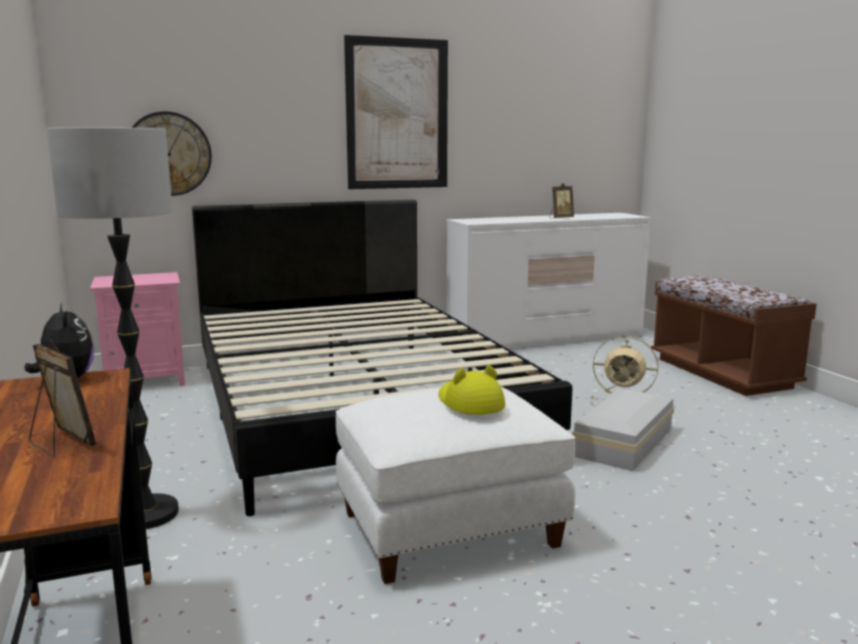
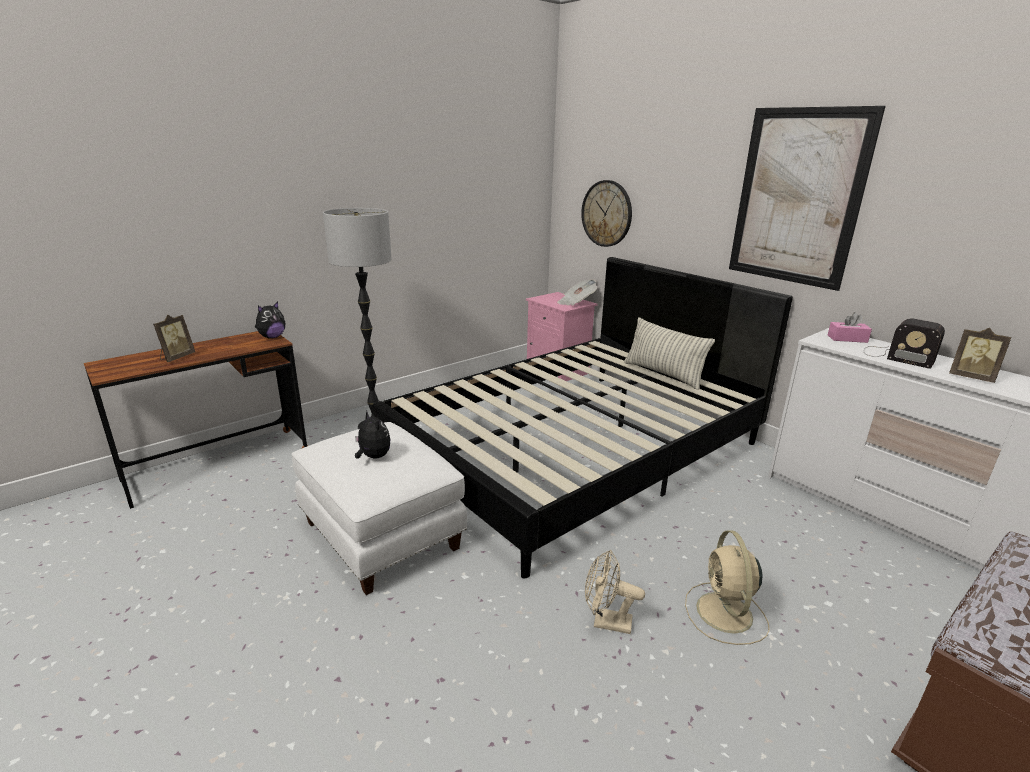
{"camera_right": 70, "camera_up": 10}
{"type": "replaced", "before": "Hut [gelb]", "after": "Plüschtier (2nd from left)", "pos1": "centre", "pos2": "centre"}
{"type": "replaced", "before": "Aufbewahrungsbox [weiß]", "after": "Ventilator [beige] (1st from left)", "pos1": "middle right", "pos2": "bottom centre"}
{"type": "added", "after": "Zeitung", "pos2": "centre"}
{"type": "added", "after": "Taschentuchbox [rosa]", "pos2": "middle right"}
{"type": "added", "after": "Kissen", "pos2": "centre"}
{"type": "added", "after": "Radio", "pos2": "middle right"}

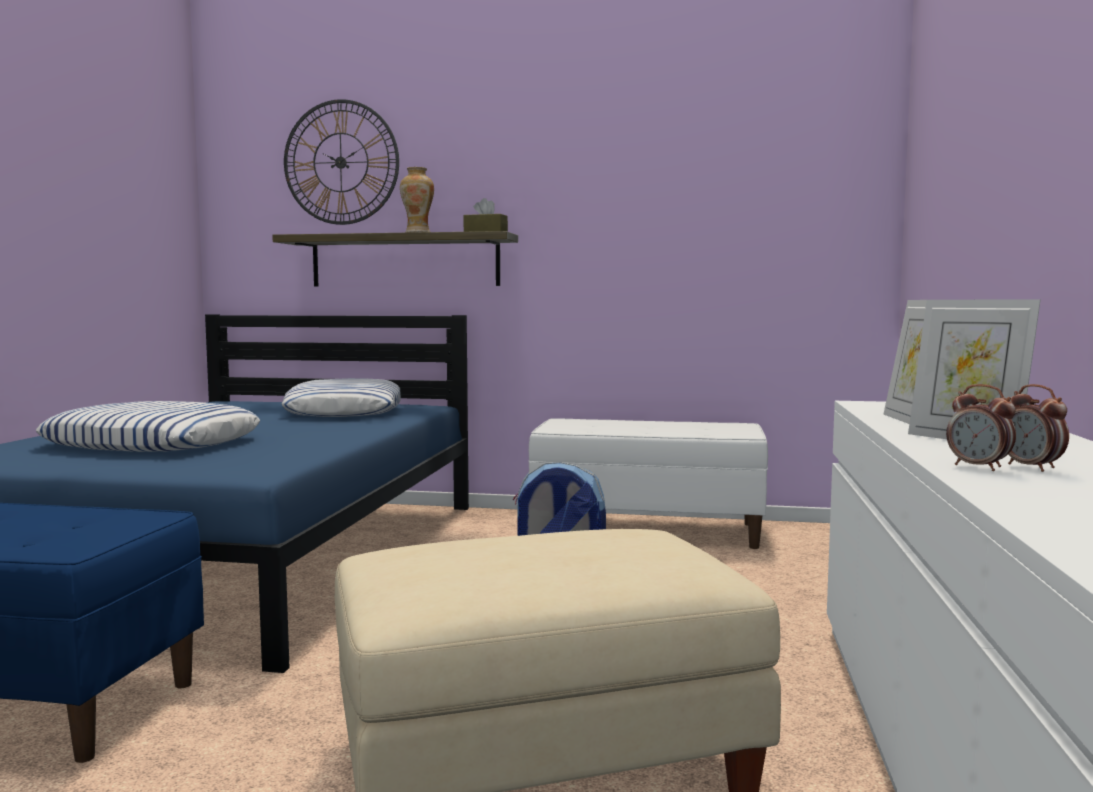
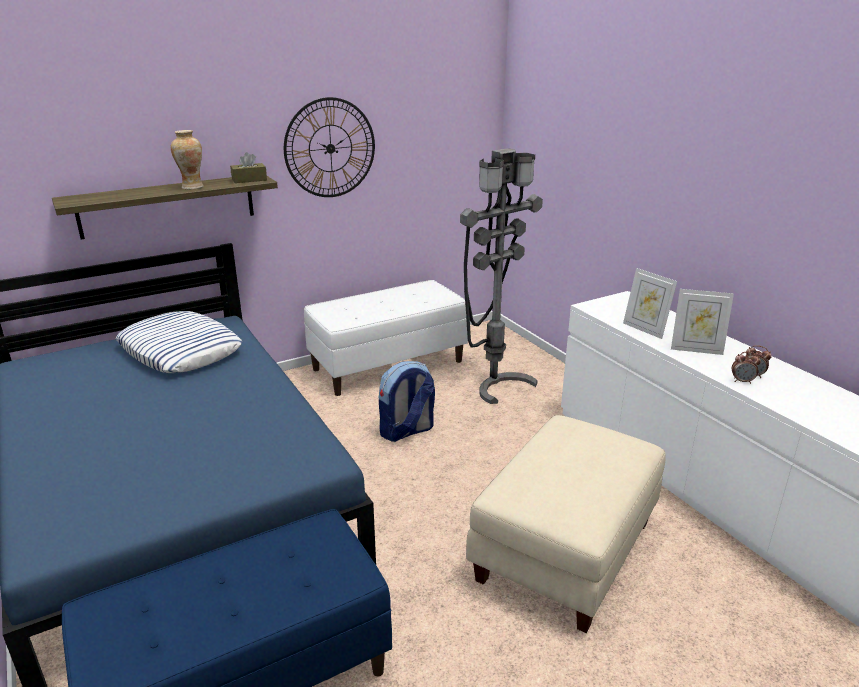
{"camera_right": -40, "camera_up": 20}
{"type": "moved", "before": "Wanduhr", "pos1": "top left", "pos2": "top centre"}
{"type": "removed", "before": "Kissen (1st from left)", "pos1": "middle left"}
{"type": "added", "after": "Stehlampe [grau]", "pos2": "centre"}

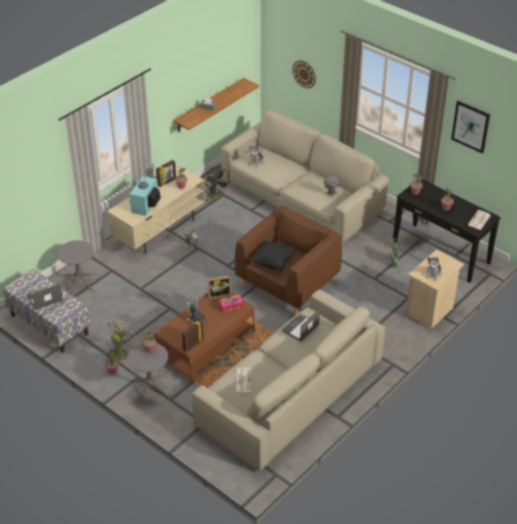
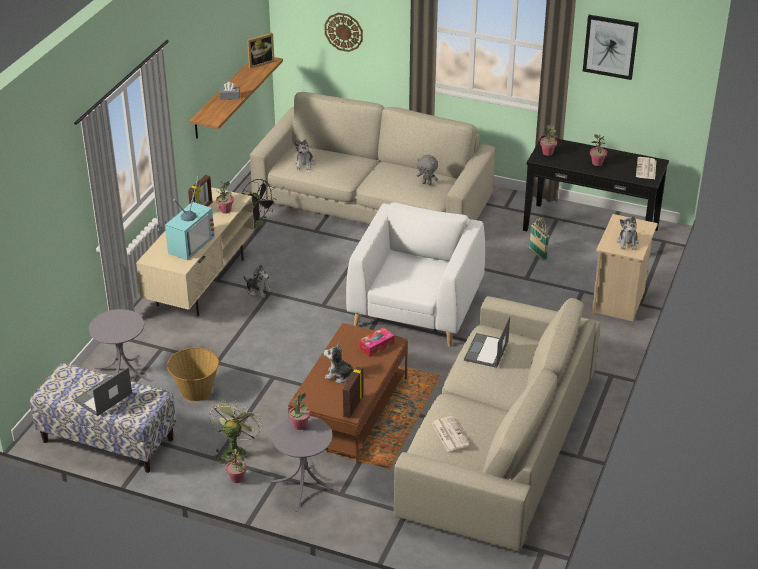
{"camera_right": -20, "camera_up": -5}
{"type": "turned", "before": "Fernseher", "pos1": "middle left", "pos2": "middle left", "turn": -150}
{"type": "recoloured", "before": "Sessel [braun]", "after": "Sessel [weiß]", "pos1": "centre", "pos2": "centre"}
{"type": "removed", "before": "Kissen [schwarz]", "pos1": "centre"}
{"type": "moved", "before": "Bilderrahmen (3rd from left in the first image)", "after": "Bilderrahmen (2nd from left)", "pos1": "centre", "pos2": "top centre"}
{"type": "added", "after": "Korb (1st from left)", "pos2": "middle left"}

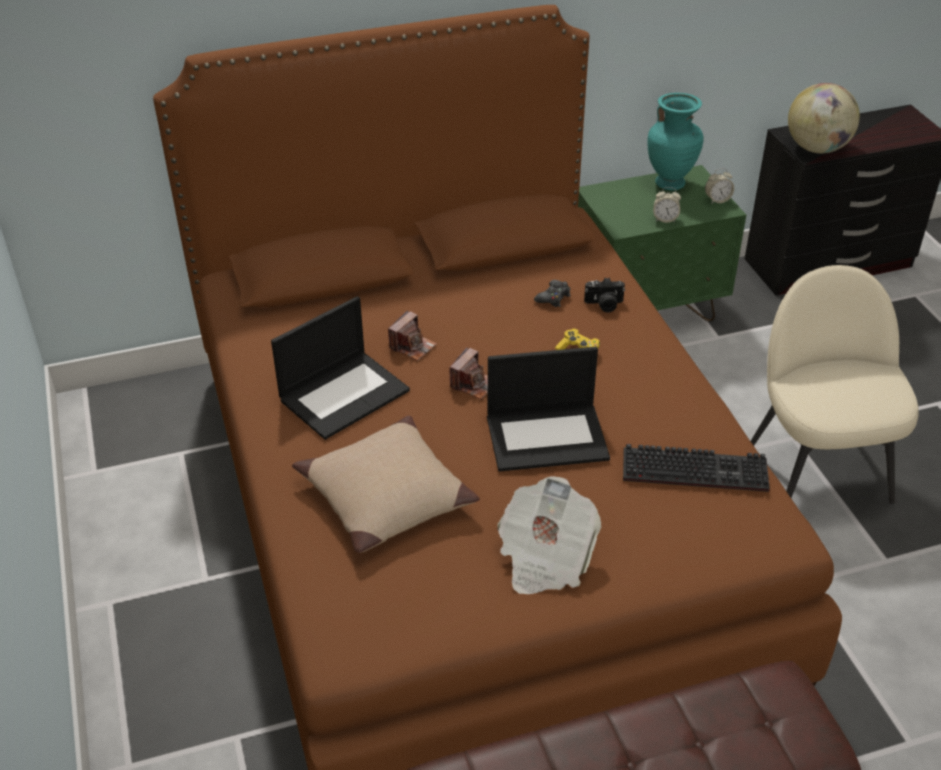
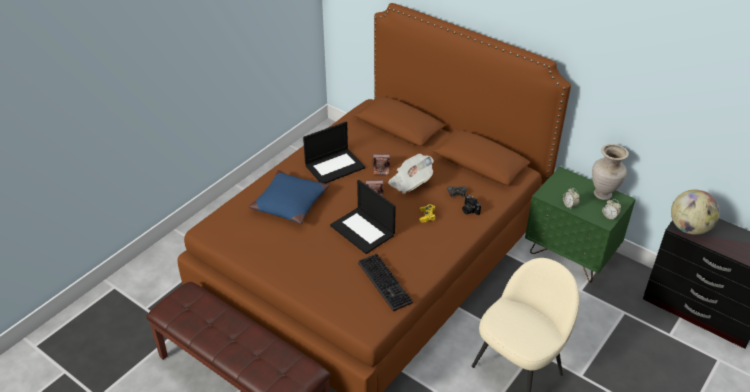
{"camera_right": 55, "camera_up": 0}
{"type": "recoloured", "before": "Vase [türkis]", "after": "Vase [beige]", "pos1": "top right", "pos2": "middle right"}
{"type": "turned", "before": "Laptop (1st from left)", "pos1": "centre", "pos2": "centre", "turn": -45}
{"type": "recoloured", "before": "Kissen [beige]", "after": "Kissen [blau]", "pos1": "centre", "pos2": "centre"}
{"type": "moved", "before": "Zeitung", "pos1": "bottom centre", "pos2": "centre"}

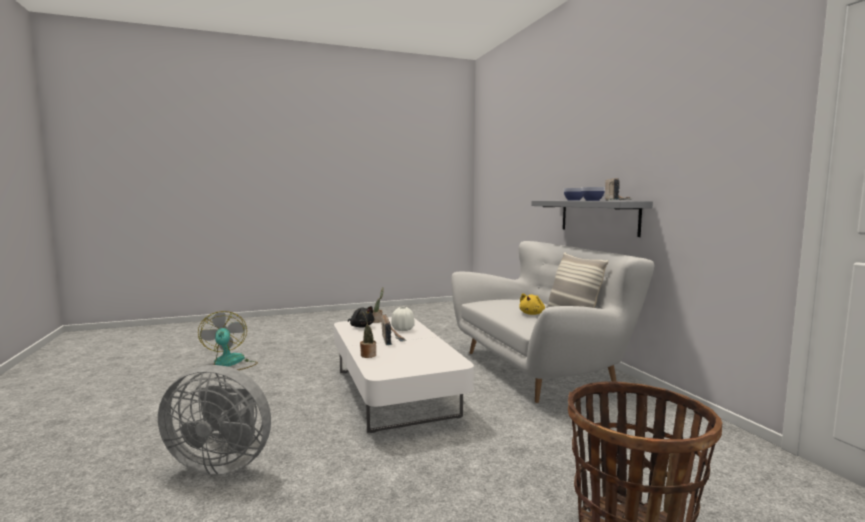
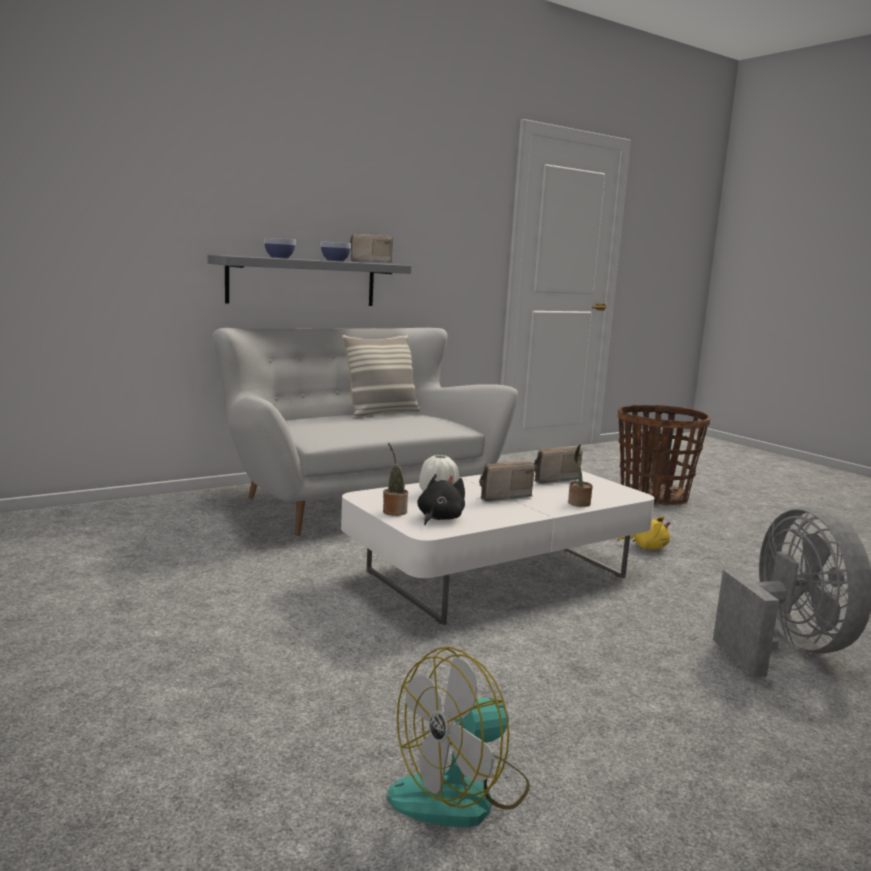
{"camera_right": -105, "camera_up": 5}
{"type": "moved", "before": "Plüschtier [gelb]", "pos1": "centre", "pos2": "middle right"}
{"type": "added", "after": "Radio (3rd from left)", "pos2": "centre"}

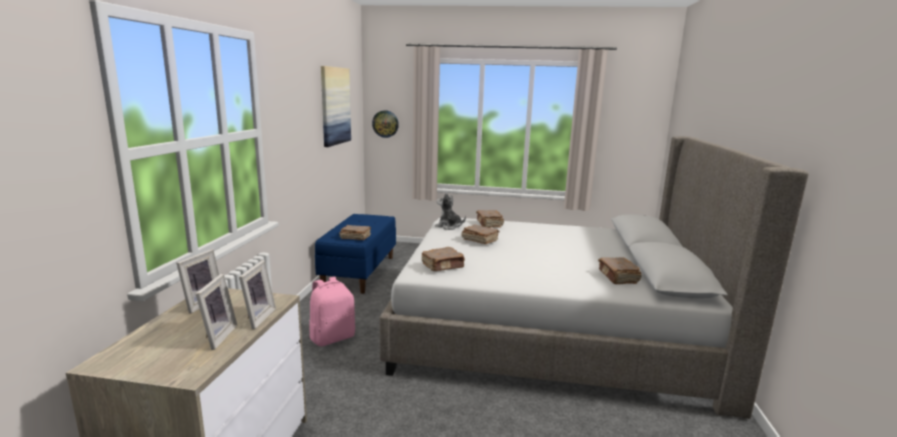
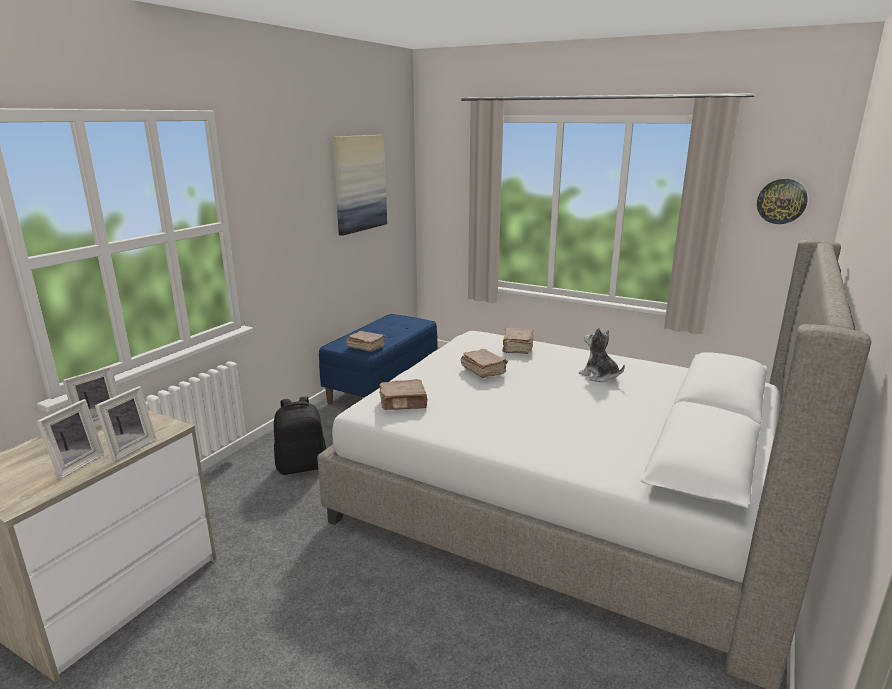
{"camera_right": 20, "camera_up": 5}
{"type": "moved", "before": "Wanduhr", "pos1": "top centre", "pos2": "top right"}
{"type": "moved", "before": "Plüschtier", "pos1": "centre", "pos2": "middle right"}
{"type": "removed", "before": "Buch [braun] (5th from left)", "pos1": "middle right"}
{"type": "recoloured", "before": "Rucksack [rosa]", "after": "Rucksack [schwarz]", "pos1": "bottom centre", "pos2": "centre"}

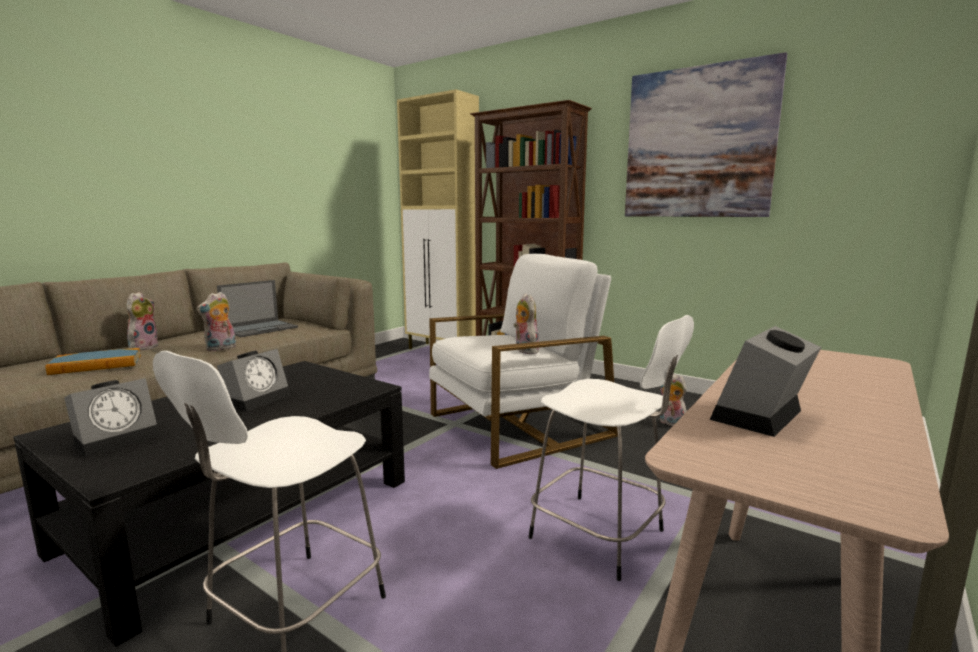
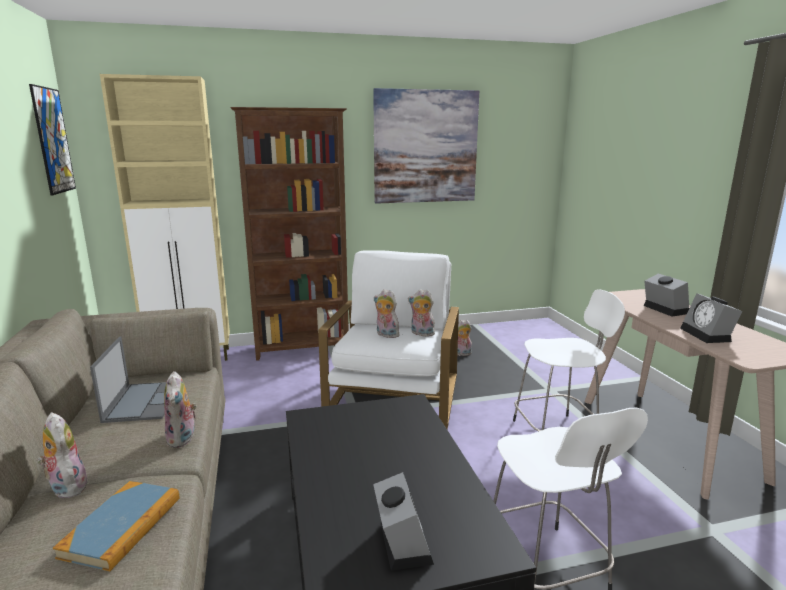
{"camera_right": -50, "camera_up": 5}
{"type": "moved", "before": "Wecker (2nd from left)", "pos1": "middle left", "pos2": "middle right"}
{"type": "added", "after": "Bild (1st from left)", "pos2": "top left"}
{"type": "added", "after": "Plüschtier (3rd from left)", "pos2": "centre"}

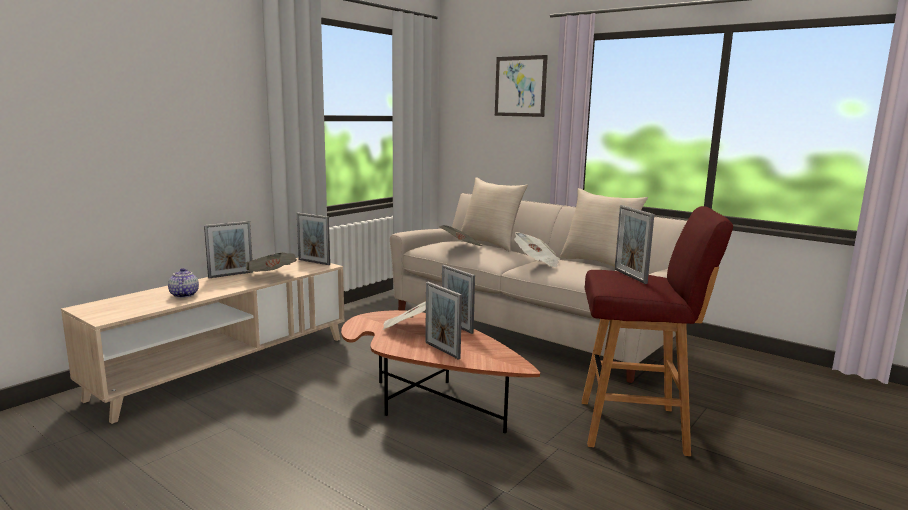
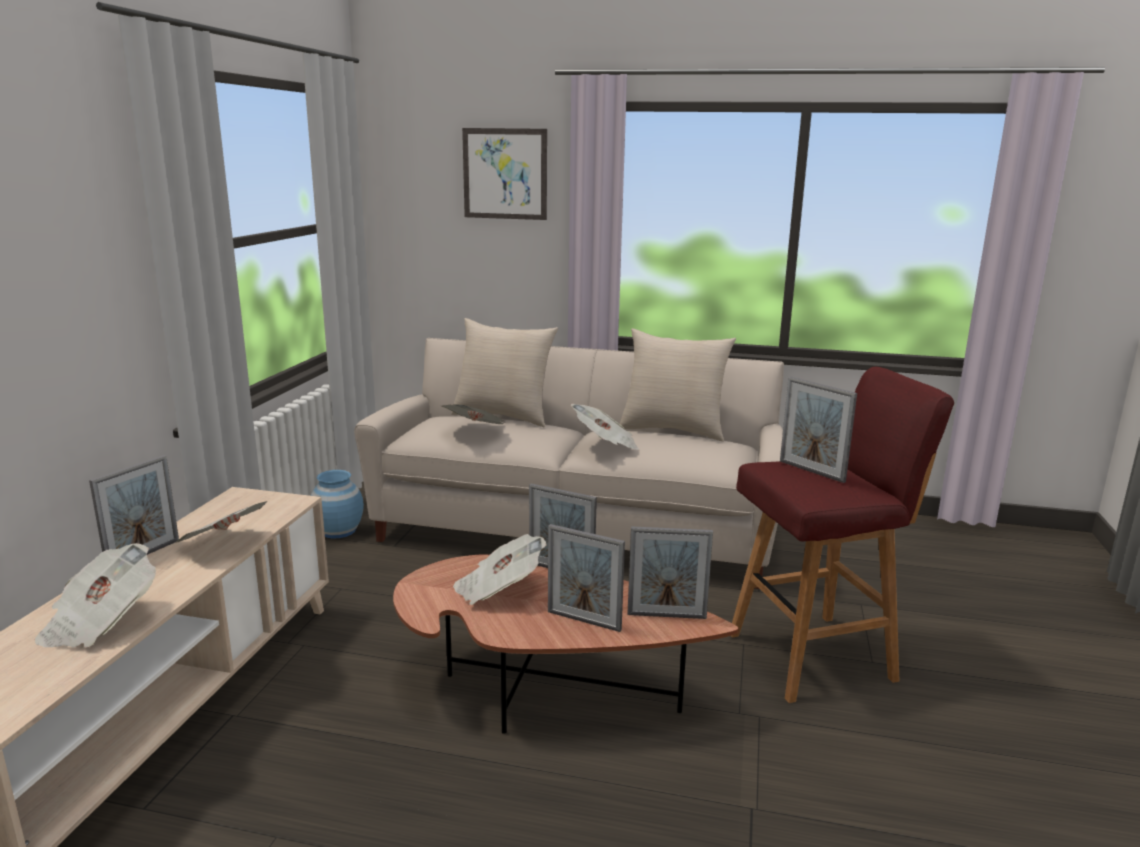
{"camera_right": -25, "camera_up": 5}
{"type": "moved", "before": "Bilderrahmen (2nd from left in the first image)", "after": "Bilderrahmen (4th from left)", "pos1": "centre", "pos2": "bottom centre"}
{"type": "replaced", "before": "Teekanne", "after": "Zeitung (1st from left)", "pos1": "middle left", "pos2": "bottom left"}
{"type": "added", "after": "Vase [blau]", "pos2": "middle left"}

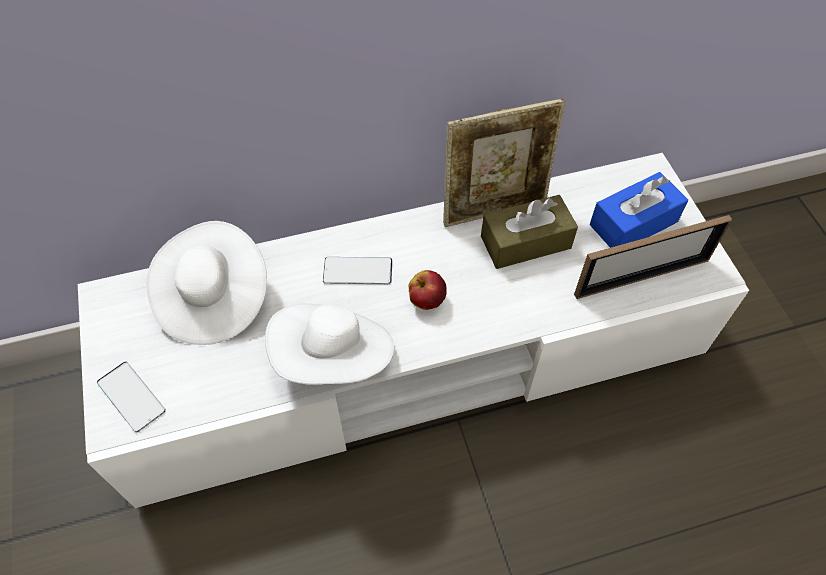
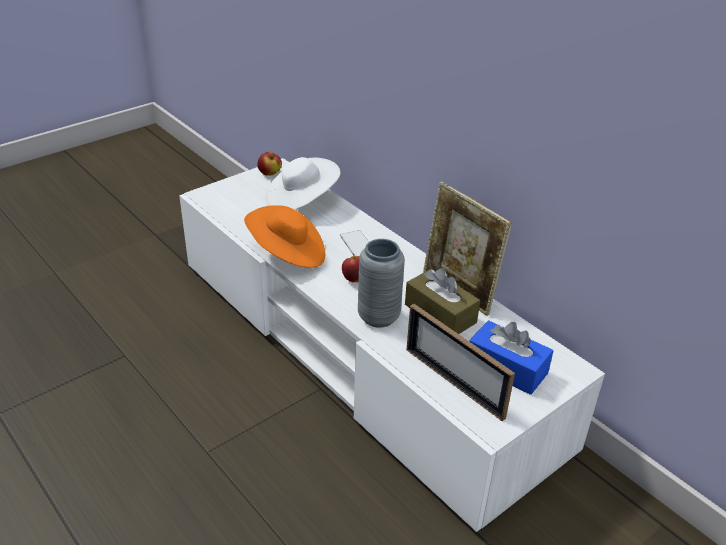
{"camera_right": 65, "camera_up": -20}
{"type": "recoloured", "before": "Hut [weiß] (2nd from left)", "after": "Hut [orange]", "pos1": "centre", "pos2": "centre"}
{"type": "removed", "before": "Handy (1st from left)", "pos1": "bottom left"}
{"type": "added", "after": "Apfel (1st from left)", "pos2": "top centre"}
{"type": "added", "after": "Vase [grau]", "pos2": "centre"}

